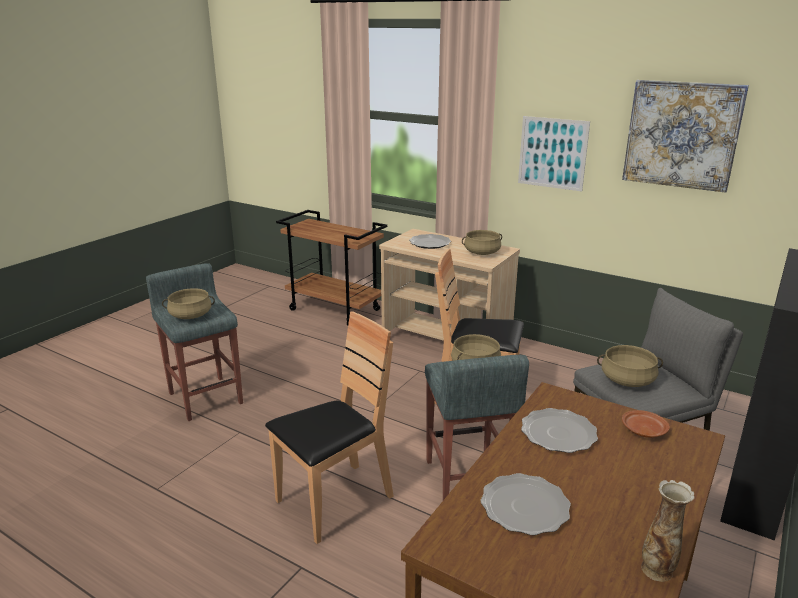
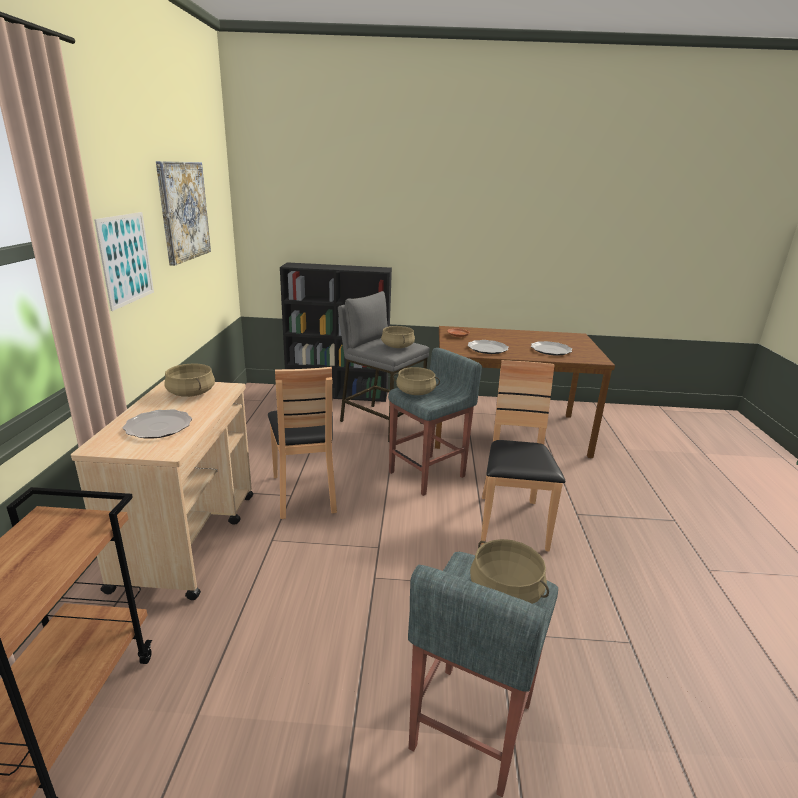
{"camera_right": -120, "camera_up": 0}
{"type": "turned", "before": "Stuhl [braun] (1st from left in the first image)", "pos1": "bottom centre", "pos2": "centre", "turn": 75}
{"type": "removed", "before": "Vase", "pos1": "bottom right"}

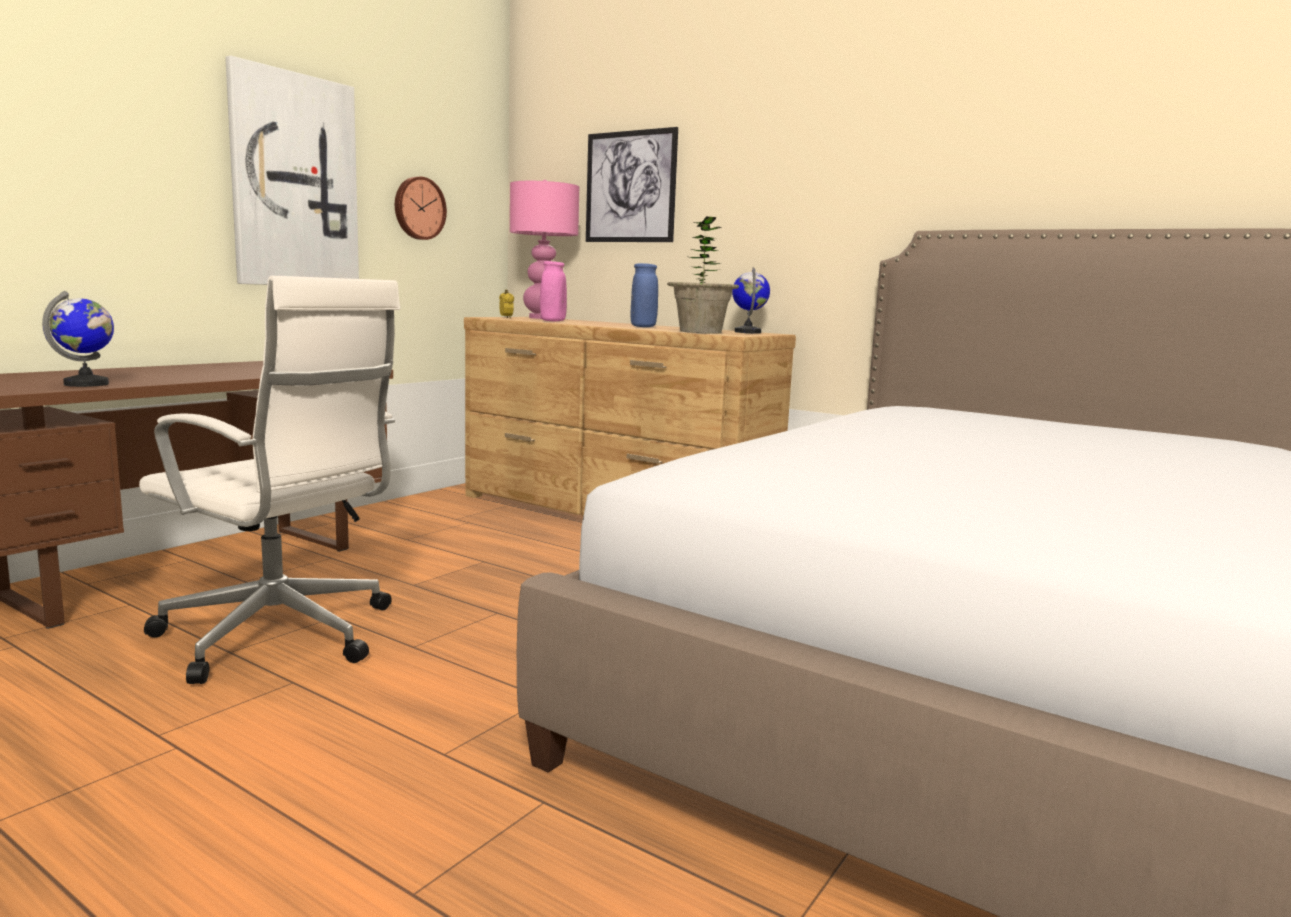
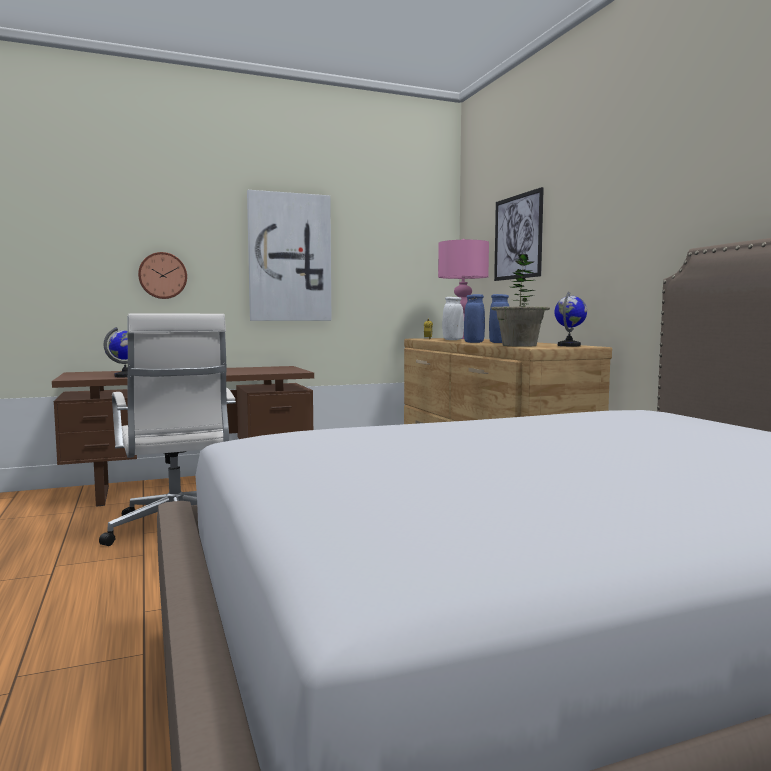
{"camera_right": 35, "camera_up": -5}
{"type": "moved", "before": "Wanduhr", "pos1": "top left", "pos2": "middle left"}
{"type": "recoloured", "before": "Vase [rosa]", "after": "Vase [weiß]", "pos1": "top centre", "pos2": "centre"}
{"type": "added", "after": "Vase [blau] (1st from left)", "pos2": "centre"}

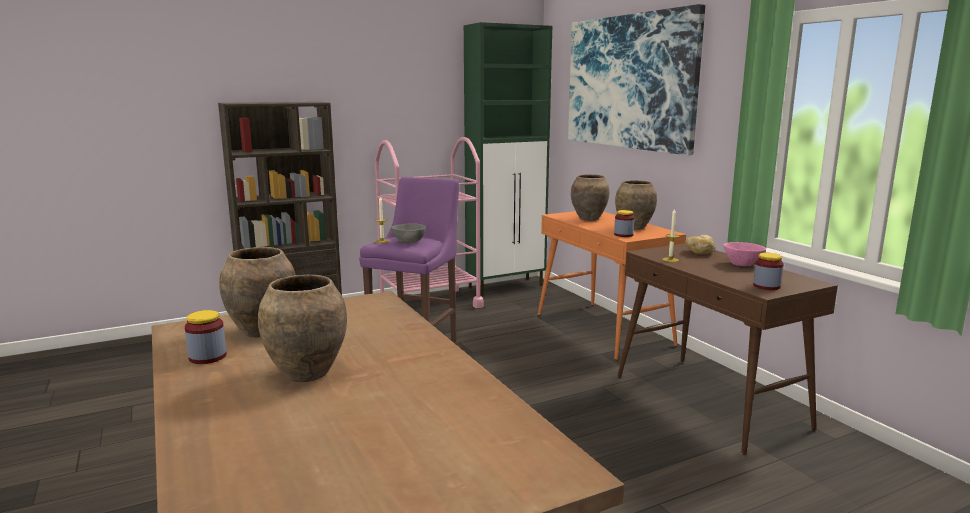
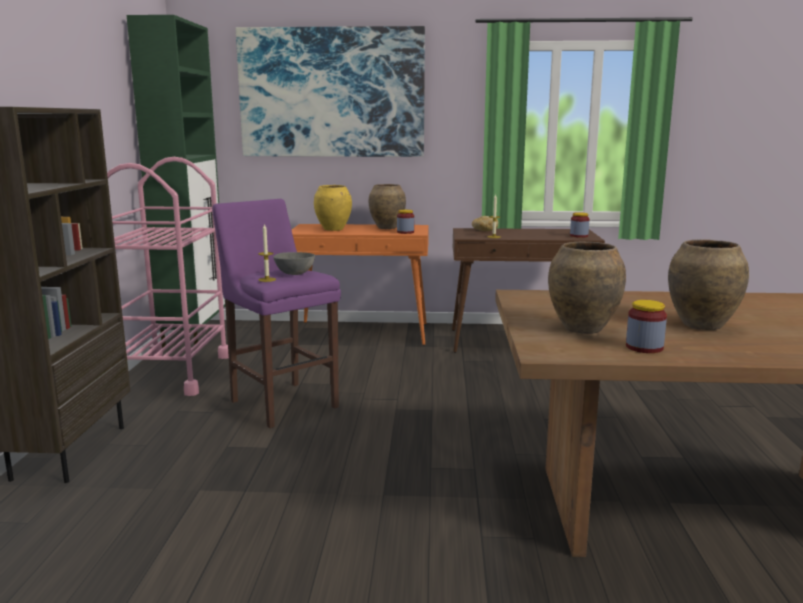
{"camera_right": -60, "camera_up": 0}
{"type": "recoloured", "before": "Vase [braun] (3rd from left)", "after": "Vase [gelb]", "pos1": "centre", "pos2": "centre"}
{"type": "removed", "before": "Schüssel [rosa]", "pos1": "middle right"}

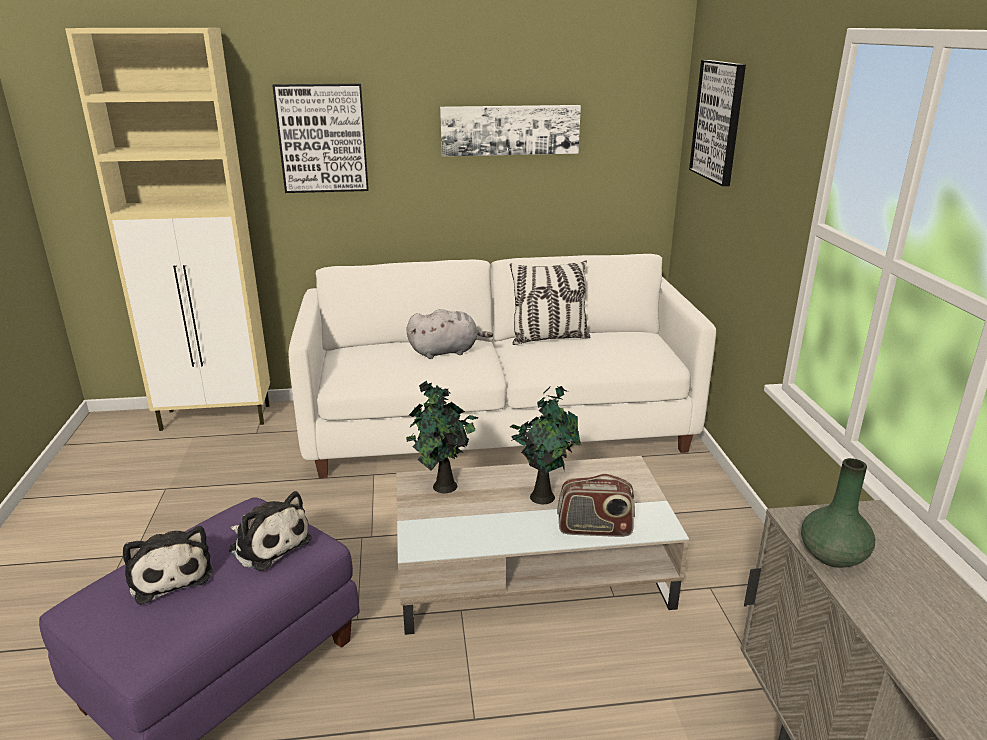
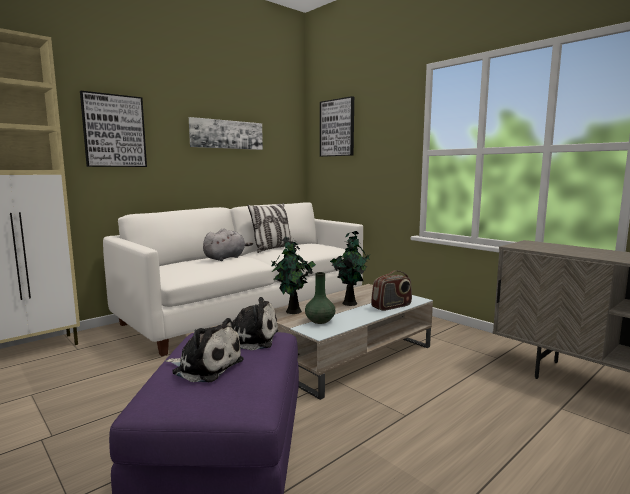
{"camera_right": -35, "camera_up": -15}
{"type": "moved", "before": "Vase [grün]", "pos1": "bottom right", "pos2": "centre"}

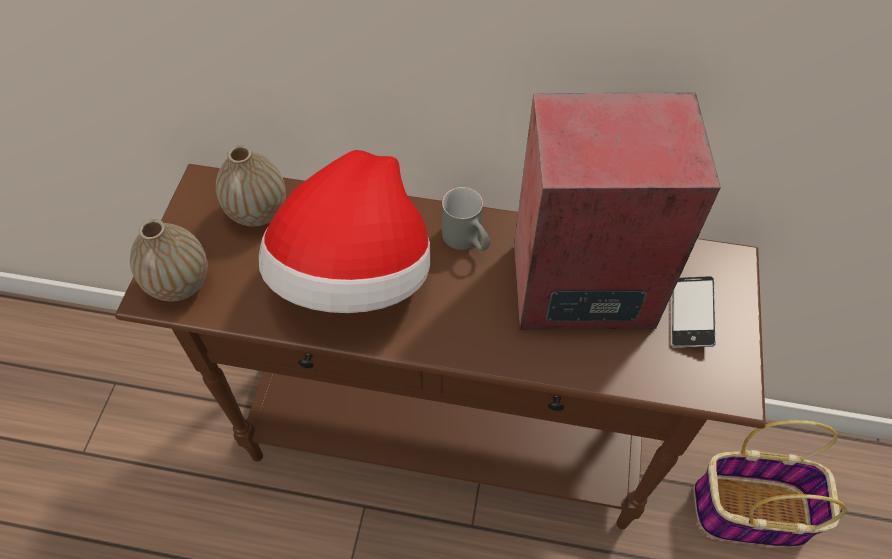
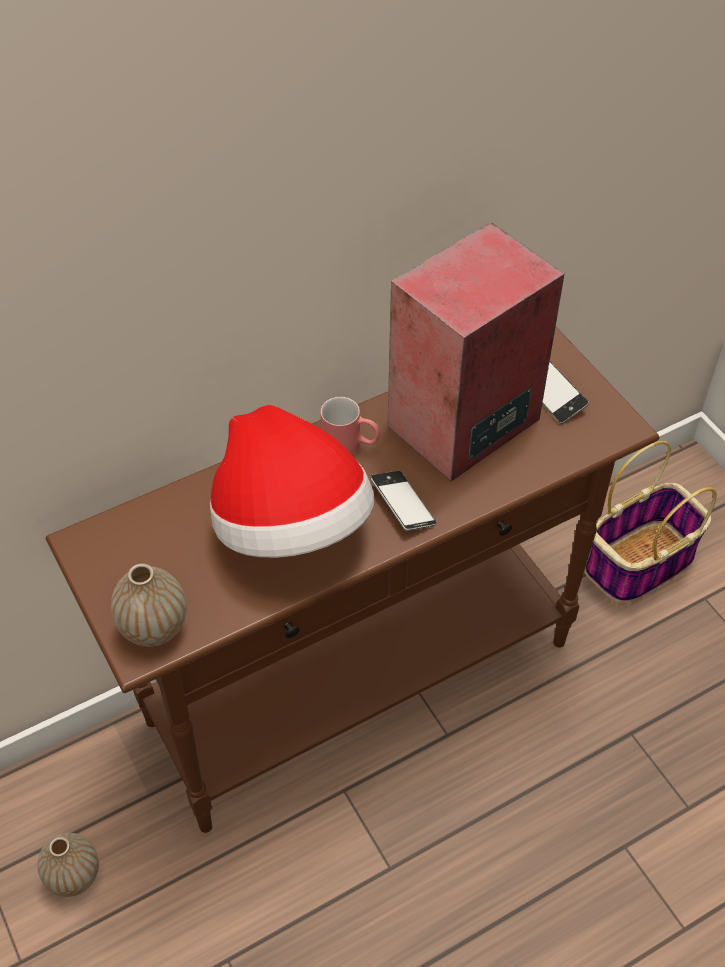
{"camera_right": -40, "camera_up": -5}
{"type": "moved", "before": "Vase (2nd from left in the first image)", "after": "Vase (1st from left)", "pos1": "top left", "pos2": "bottom left"}
{"type": "recoloured", "before": "Henkelbecher [grau]", "after": "Henkelbecher [rot]", "pos1": "centre", "pos2": "centre"}
{"type": "added", "after": "Handy (1st from left)", "pos2": "centre"}

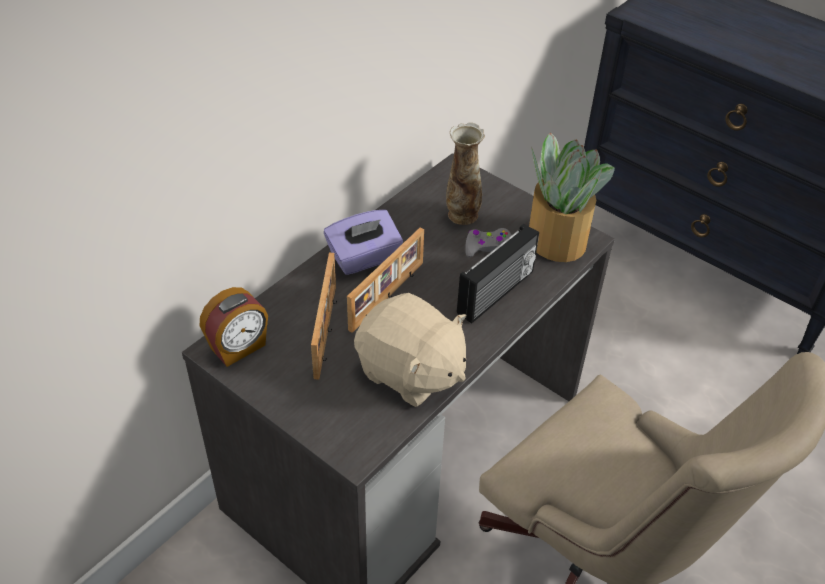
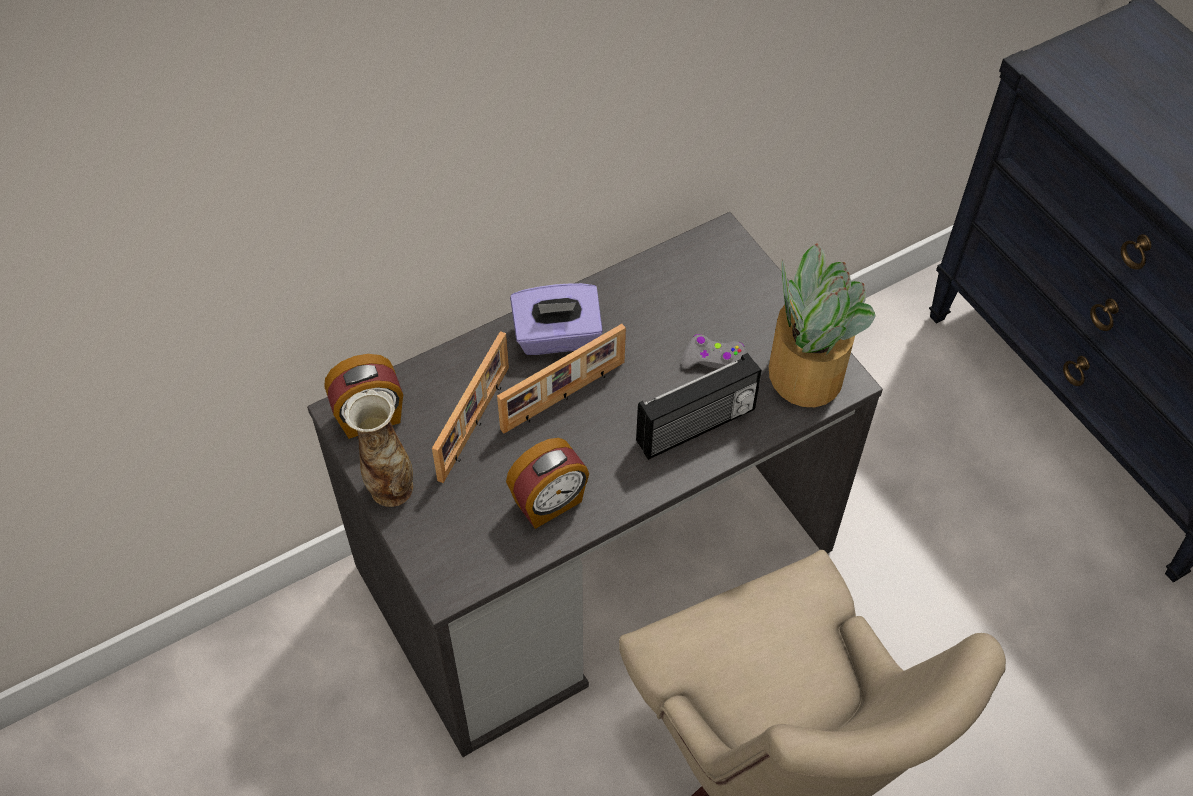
{"camera_right": 20, "camera_up": 10}
{"type": "moved", "before": "Vase", "pos1": "top centre", "pos2": "middle left"}
{"type": "replaced", "before": "Plüschtier [beige]", "after": "Wecker (2nd from left)", "pos1": "centre", "pos2": "centre"}

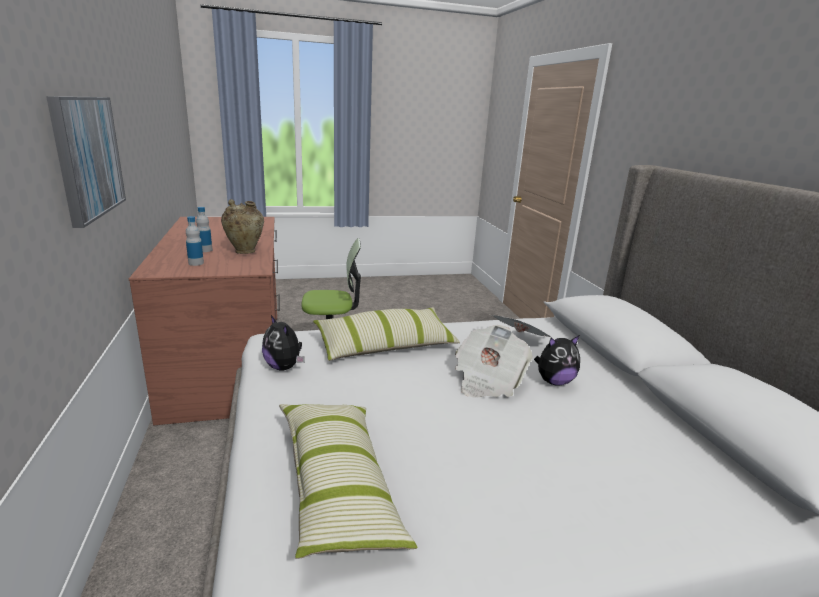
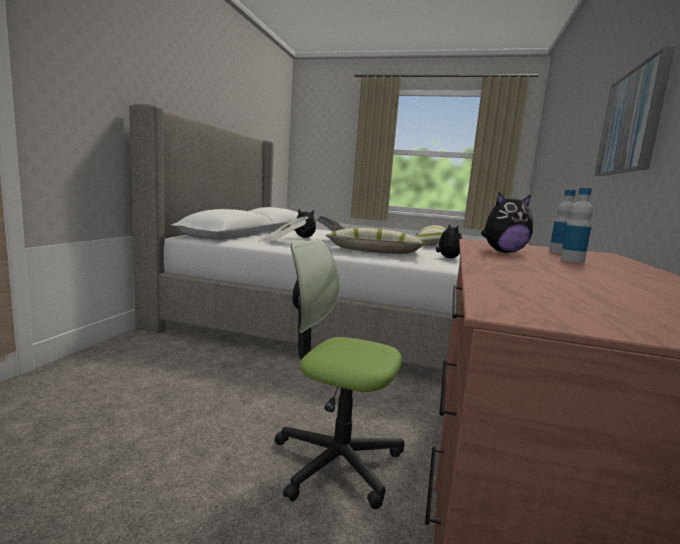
{"camera_right": -150, "camera_up": -10}
{"type": "replaced", "before": "Vase [beige]", "after": "Plüschtier (3rd from left)", "pos1": "middle left", "pos2": "middle right"}

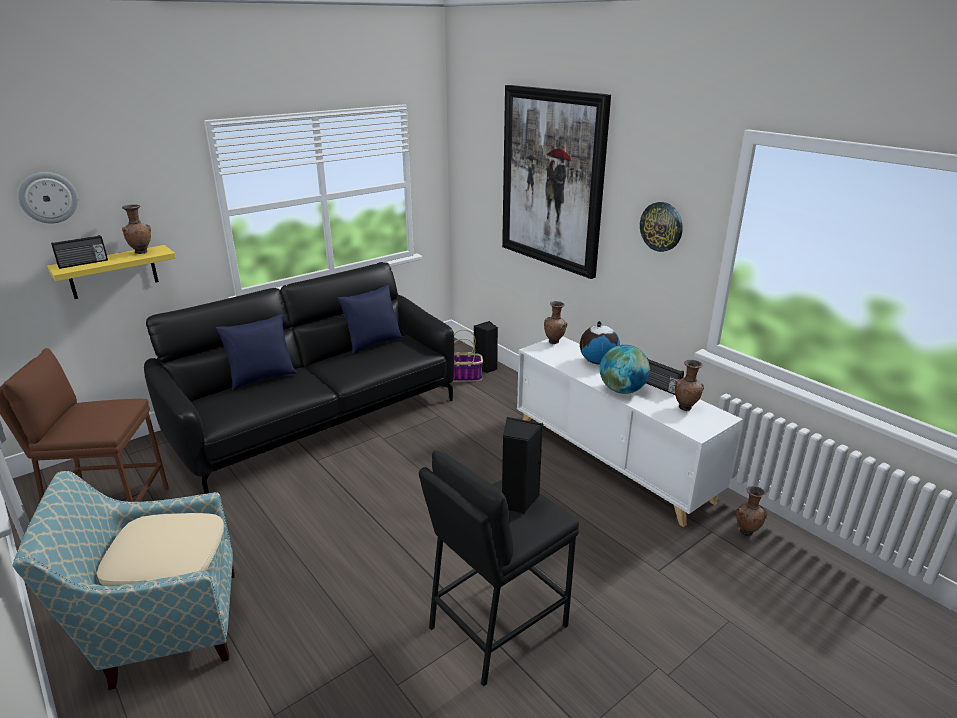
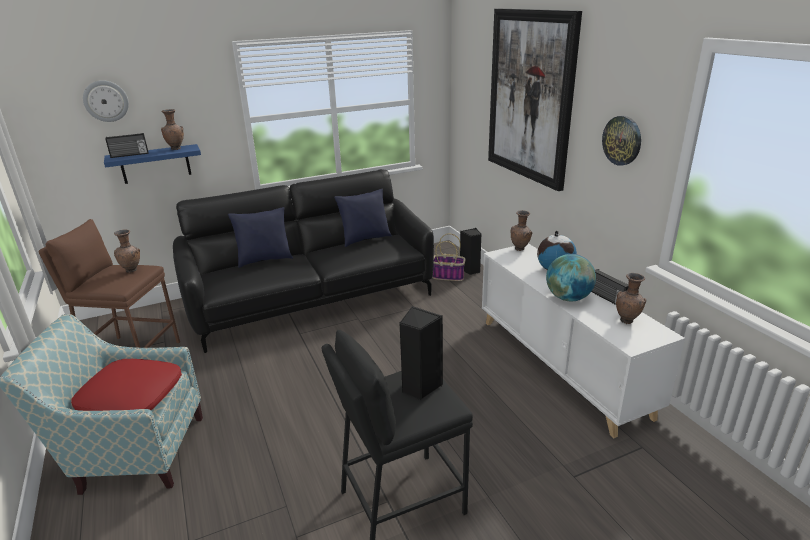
{"camera_right": 15, "camera_up": 0}
{"type": "recoloured", "before": "Wandregal [gelb]", "after": "Wandregal [blau]", "pos1": "middle left", "pos2": "top left"}
{"type": "moved", "before": "Vase [braun] (4th from left in the first image)", "after": "Vase [braun] (1st from left)", "pos1": "bottom right", "pos2": "middle left"}
{"type": "recoloured", "before": "Kissen [beige]", "after": "Kissen [rot]", "pos1": "bottom left", "pos2": "bottom left"}

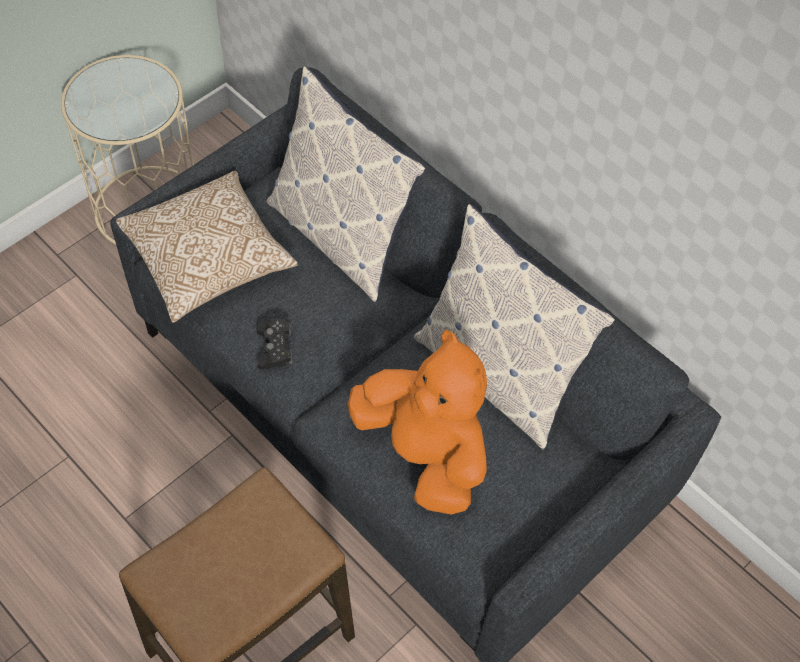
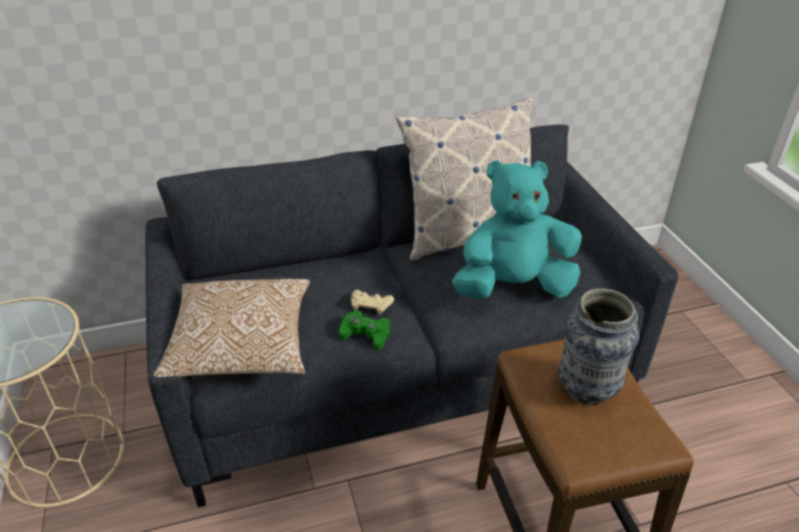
{"camera_right": -60, "camera_up": -20}
{"type": "removed", "before": "Kissen (2nd from left)", "pos1": "top centre"}
{"type": "recoloured", "before": "Gamepad [schwarz]", "after": "Gamepad [grün]", "pos1": "centre", "pos2": "centre"}
{"type": "recoloured", "before": "Plüschtier [orange]", "after": "Plüschtier [türkis]", "pos1": "centre", "pos2": "centre"}
{"type": "added", "after": "Vase", "pos2": "middle right"}
{"type": "added", "after": "Gamepad [beige]", "pos2": "centre"}

